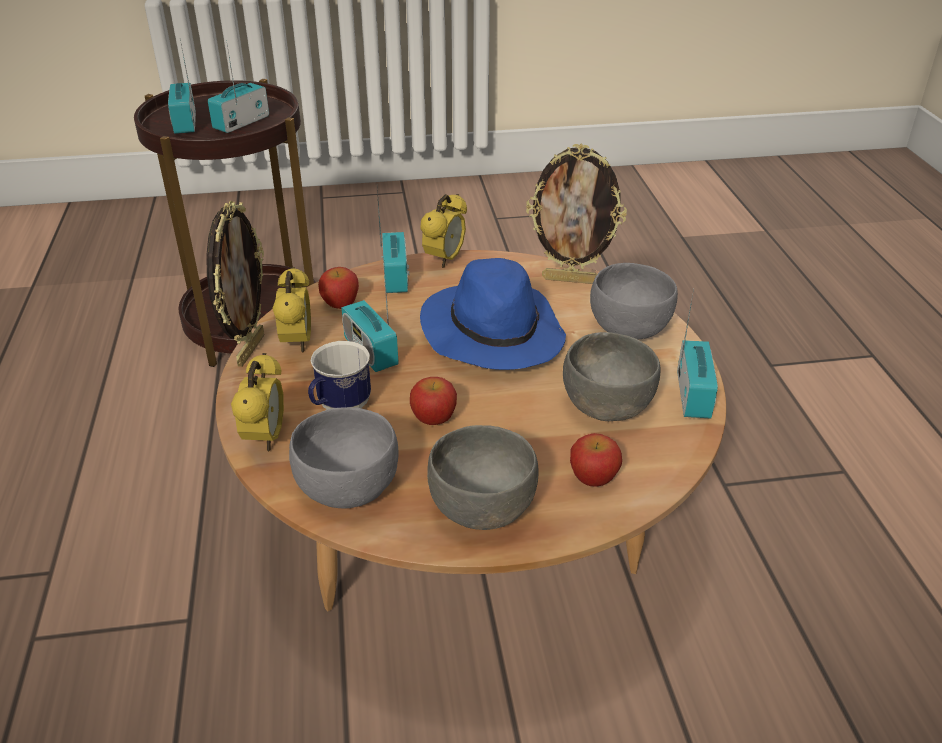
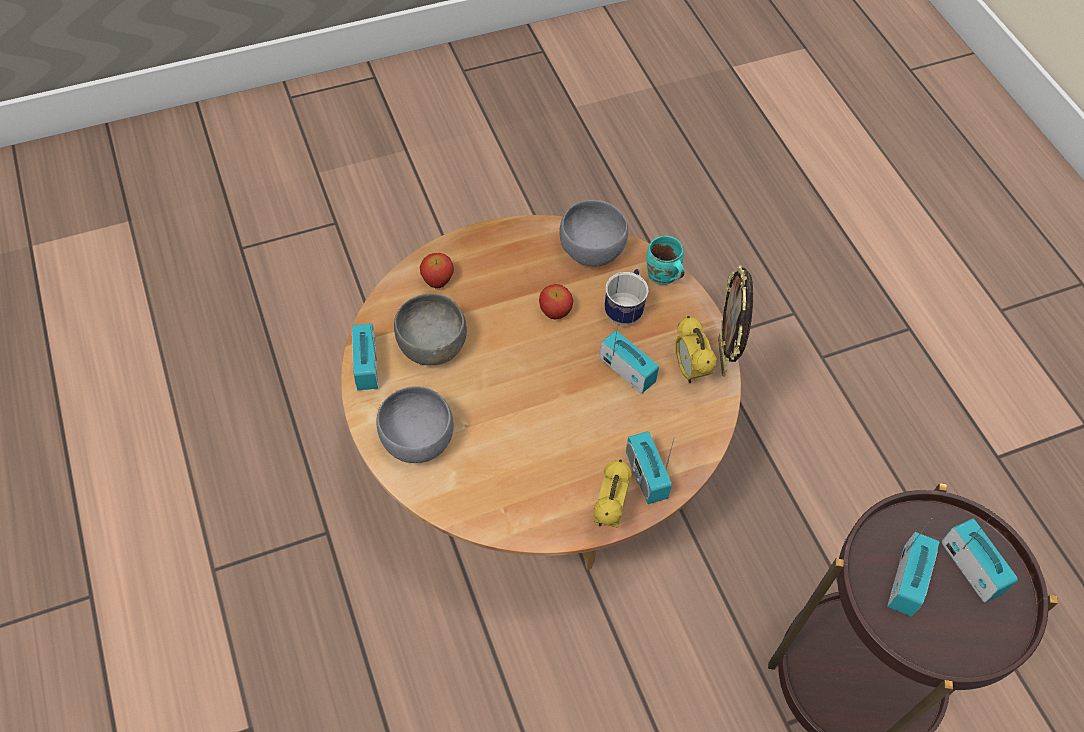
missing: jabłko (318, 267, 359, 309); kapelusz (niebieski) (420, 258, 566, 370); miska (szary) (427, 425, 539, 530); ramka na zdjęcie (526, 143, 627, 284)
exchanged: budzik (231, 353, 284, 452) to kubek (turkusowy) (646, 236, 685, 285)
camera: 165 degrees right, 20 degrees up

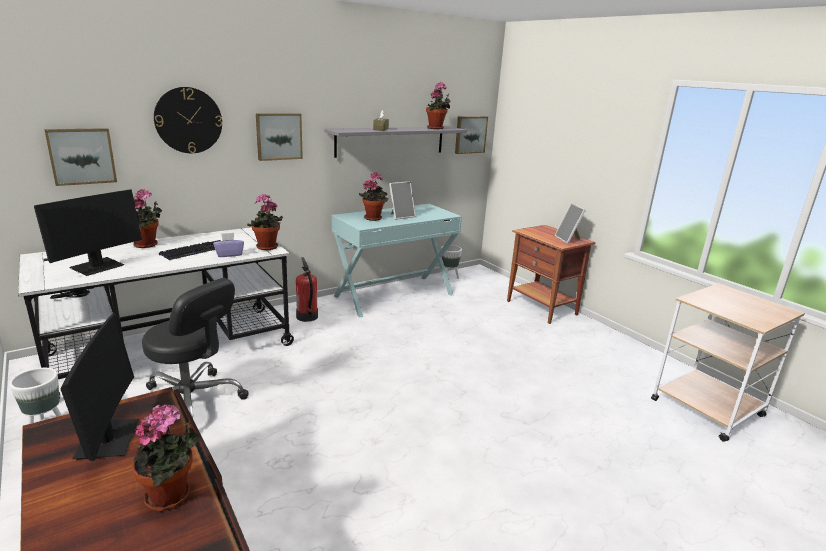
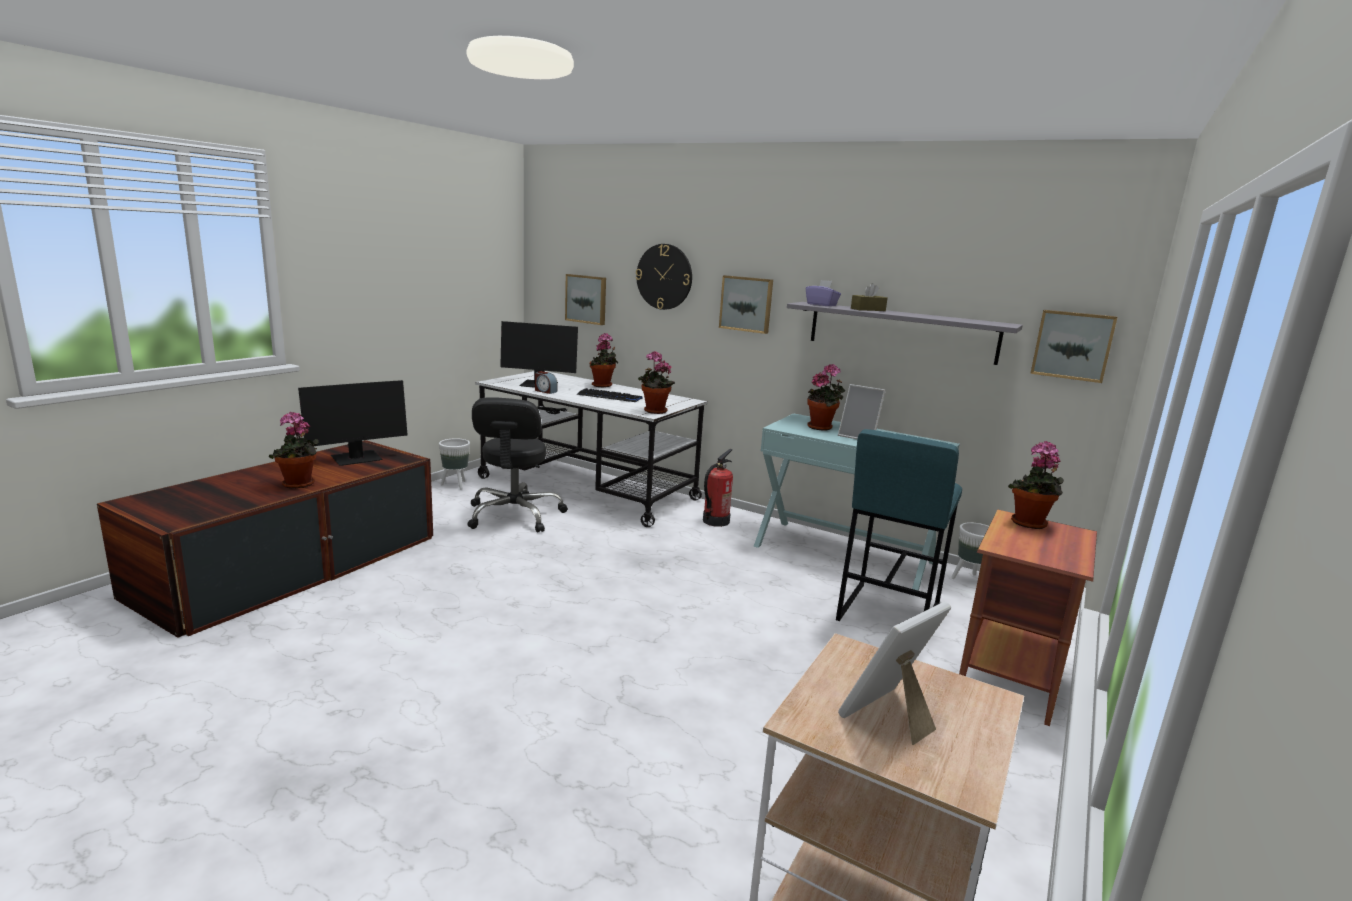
appeared: budzik (535, 371, 557, 394); stołek (turkusowy) (836, 429, 962, 621)
relocated: pudełko chusteczek (fioletowy) (213, 233, 244, 257) to (806, 280, 841, 306); roślina doniczkowa (426, 82, 451, 129) to (1008, 441, 1064, 529); ramka na zdjęcie (554, 203, 586, 244) to (838, 602, 951, 745)
camera: 65 degrees right, 5 degrees down

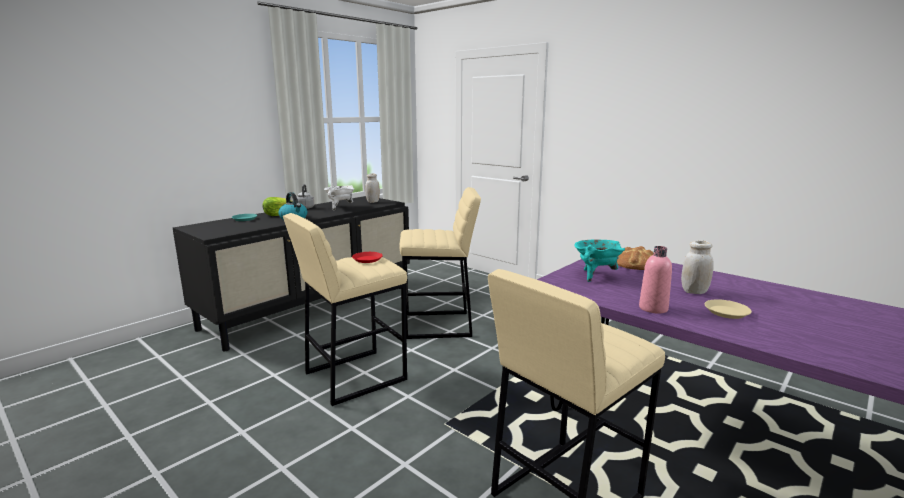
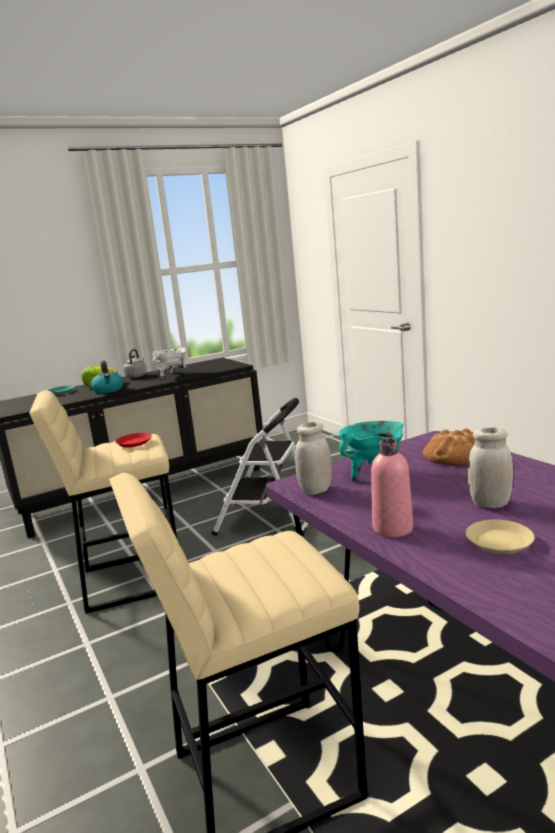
relocated: słoik (biały) (365, 174, 380, 203) to (295, 422, 332, 495)
exchanged: stołek (beżowy) (400, 187, 481, 339) to drabinka (212, 398, 308, 536)
camera: 20 degrees right, 0 degrees up

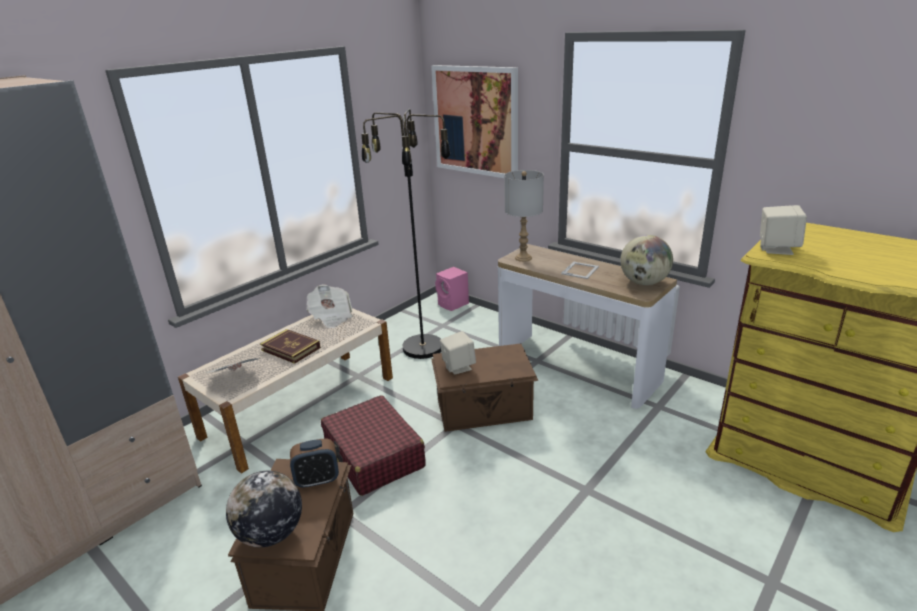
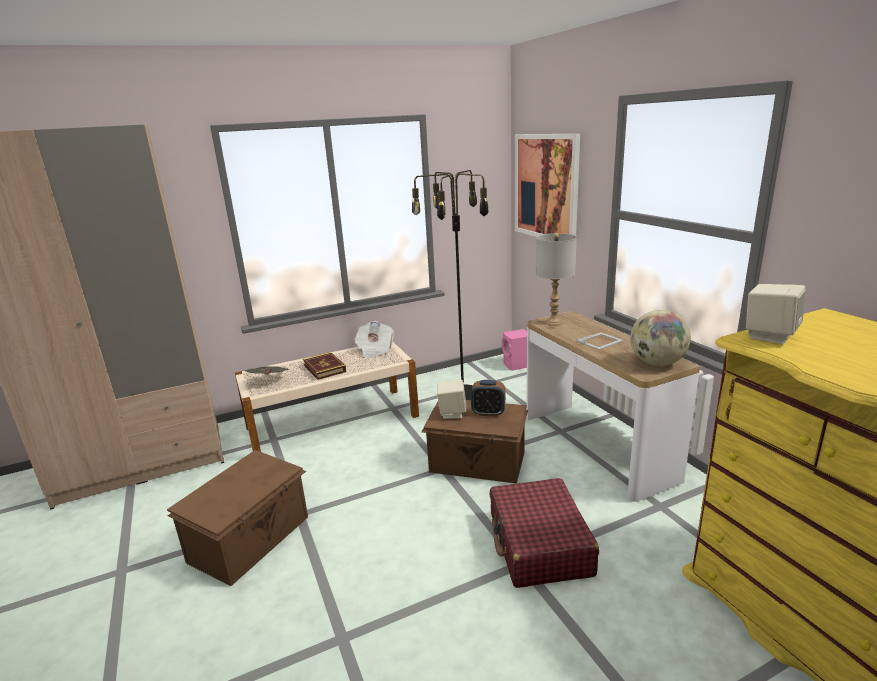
missing: globus (226, 471, 302, 547)
relocated: budzik (290, 438, 339, 489) to (471, 380, 506, 416); walizka (czerwony) (321, 395, 426, 496) to (490, 478, 599, 588)
camera: 25 degrees right, 5 degrees down

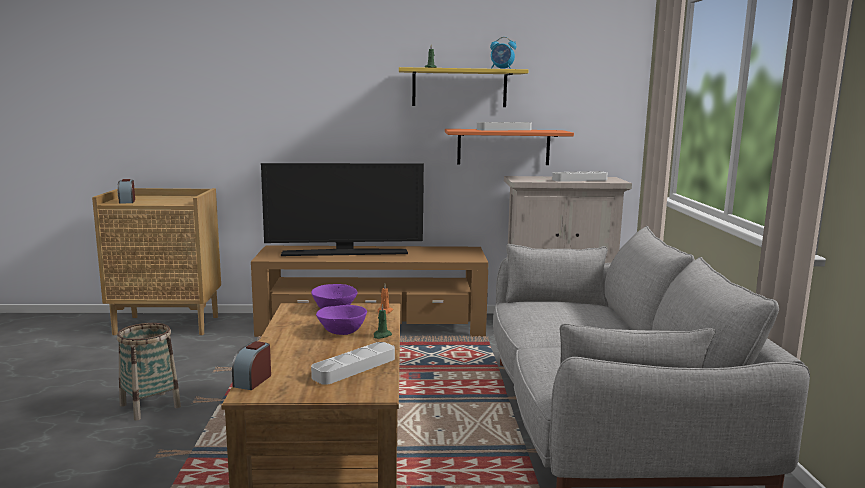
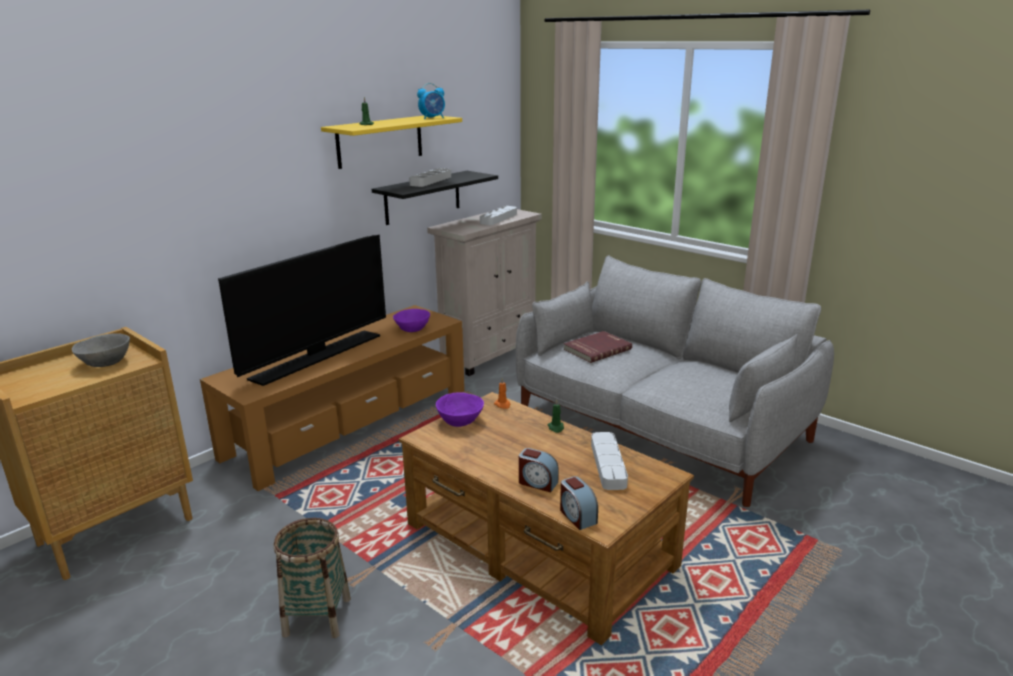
appeared: miska (szary) (72, 333, 130, 367); książka (czerwony) (563, 331, 632, 363)
relocated: budzik (117, 179, 135, 204) to (519, 448, 559, 493); miska (fioletowy) (316, 305, 367, 335) to (393, 309, 430, 332)
colour: półka (pomarańczowy) (445, 129, 574, 165) to półka (czarny) (372, 171, 498, 225)
camera: 45 degrees left, 10 degrees up

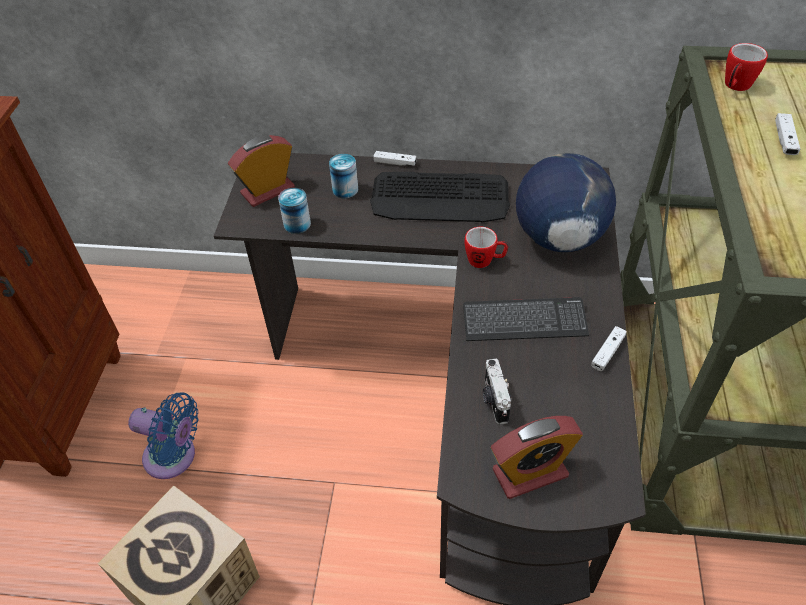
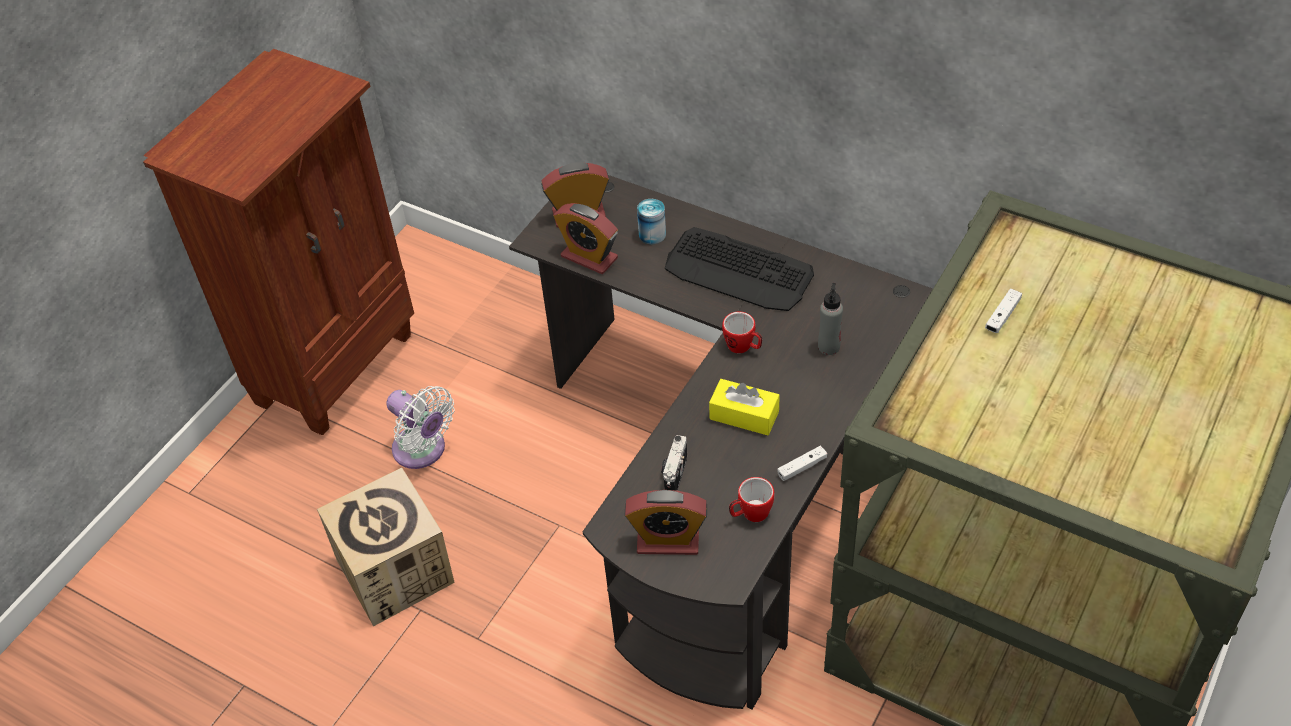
missing: pad do gier (biały) (373, 151, 417, 166)
relocated: kubek (725, 43, 768, 91) to (729, 477, 775, 522)
exchanged: puszka (278, 188, 311, 234) to budzik (553, 203, 618, 274); klawiatura (463, 297, 589, 341) to pudełko chusteczek (żółty) (709, 379, 780, 435); globus (516, 153, 616, 252) to butelka (szary) (818, 283, 843, 355)
colour: wentylator (niebieski) (128, 392, 198, 479) to wentylator (biały) (386, 386, 455, 469)
camera: 25 degrees right, 0 degrees up

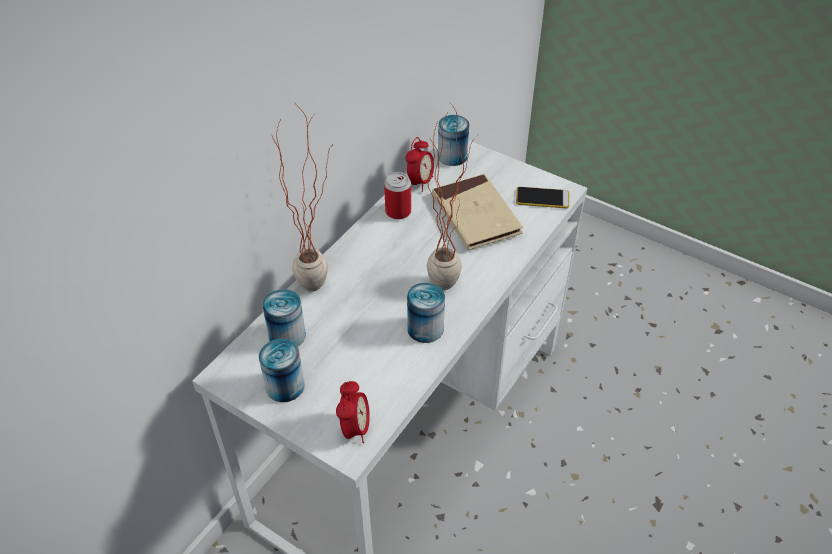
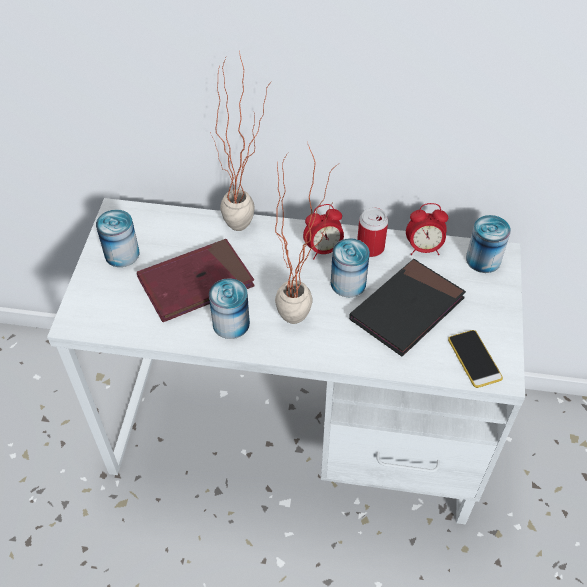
appeared: książka (czerwony) (137, 239, 255, 322)
relocated: puszka (262, 289, 306, 347) to (331, 238, 370, 297); budzik (336, 381, 370, 443) to (303, 204, 344, 259)
colour: książka (beżowy) (432, 174, 523, 250) to książka (czarny) (349, 259, 466, 357)
camera: 65 degrees right, 5 degrees up

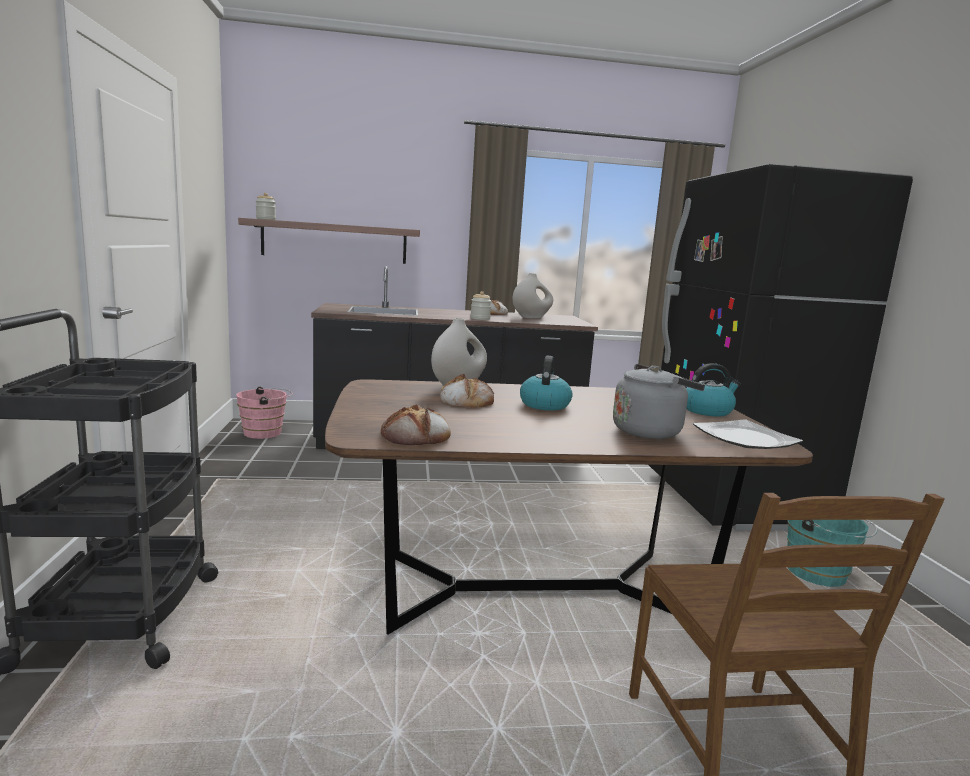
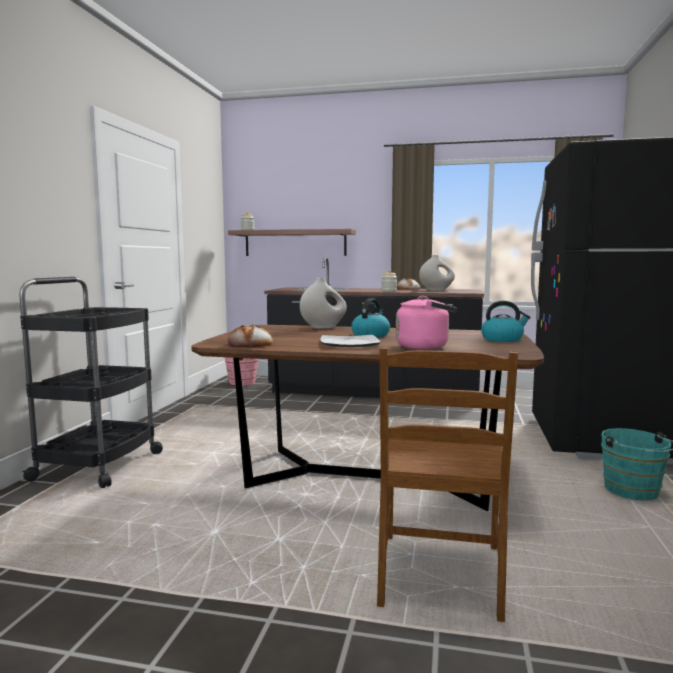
missing: chleb (440, 374, 494, 408)
relocated: talerz (693, 419, 803, 449) to (321, 335, 380, 347)
colour: czajnik (szary) (613, 364, 705, 439) to czajnik (różowy) (396, 296, 457, 349)
camera: 20 degrees right, 5 degrees down

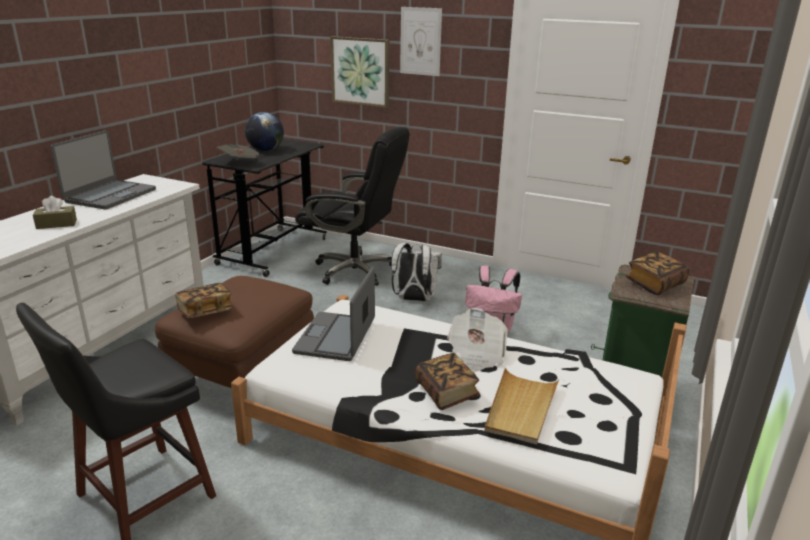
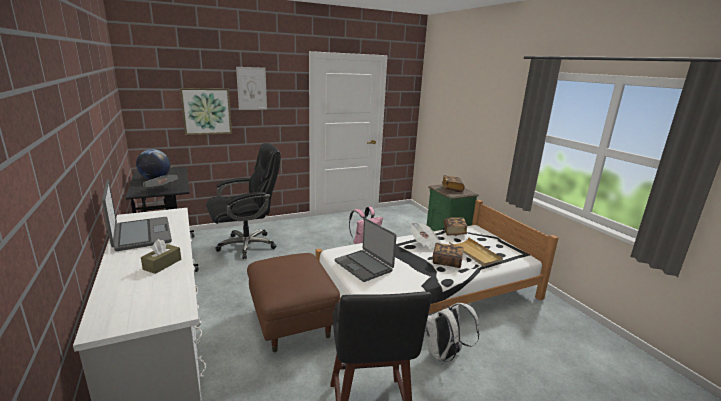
relocated: książka (175, 283, 233, 318) to (443, 217, 467, 235); plecak (biały) (391, 243, 442, 301) to (425, 303, 479, 362)
camera: 50 degrees left, 5 degrees down

